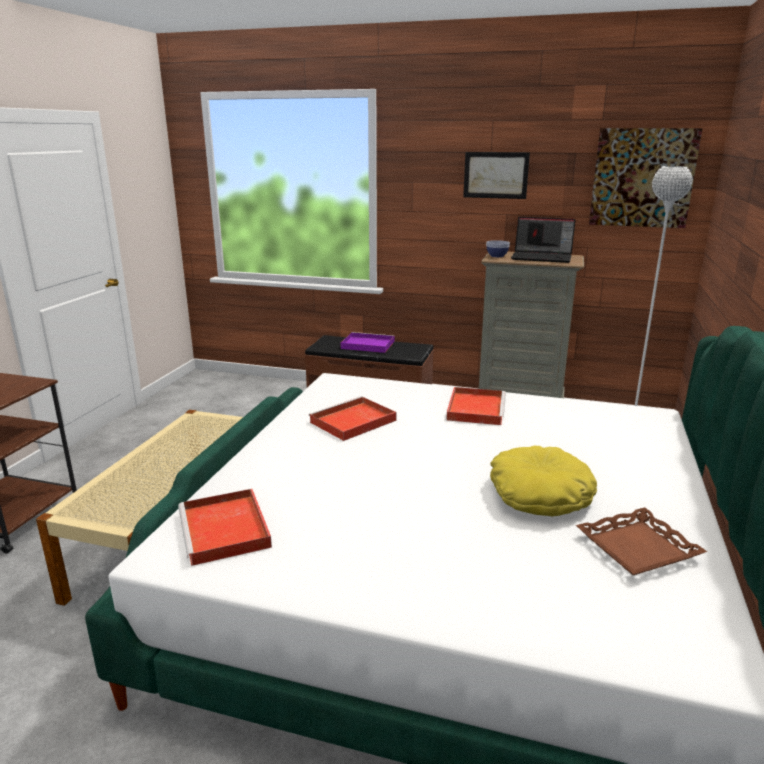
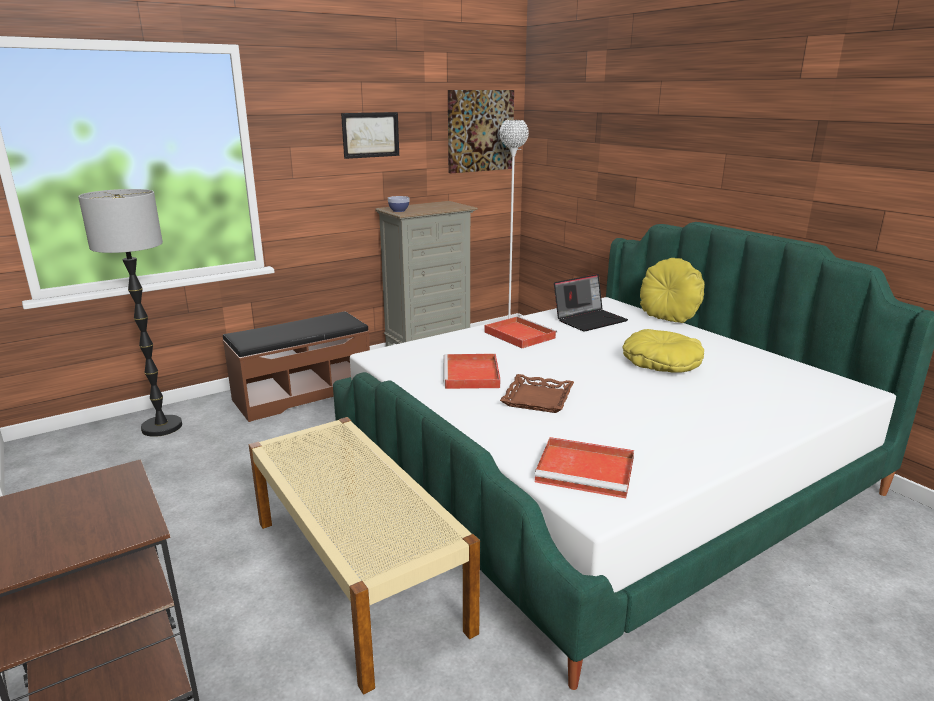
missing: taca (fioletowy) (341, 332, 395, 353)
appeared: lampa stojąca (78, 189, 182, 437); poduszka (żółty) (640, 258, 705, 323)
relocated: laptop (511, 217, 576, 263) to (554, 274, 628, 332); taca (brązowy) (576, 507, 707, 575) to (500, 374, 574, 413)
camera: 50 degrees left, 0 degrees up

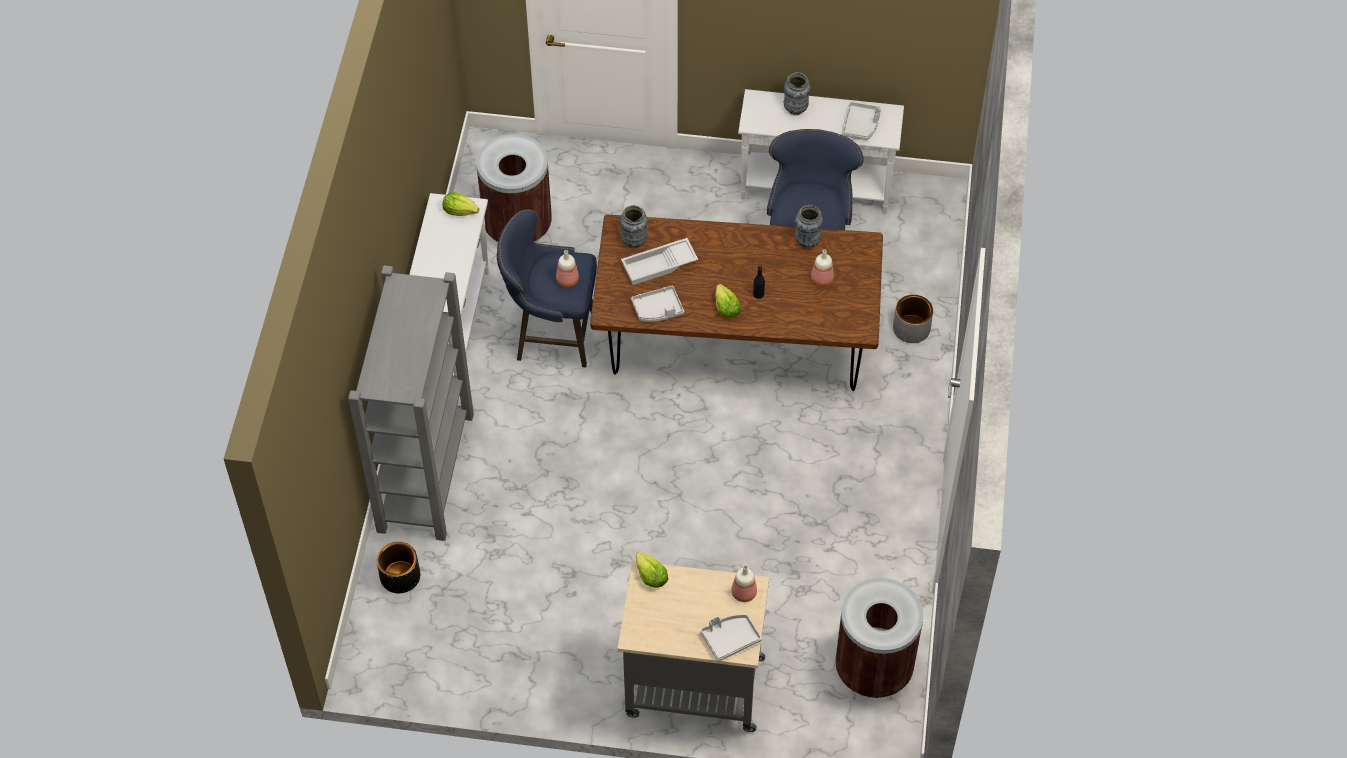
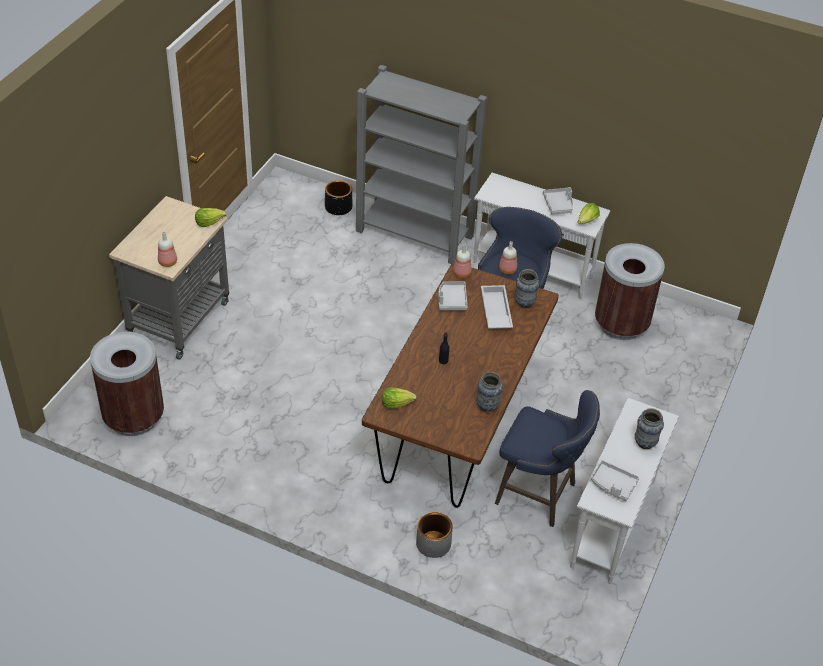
relocated: taca (szary) (700, 614, 762, 662) to (543, 187, 573, 214); sałata (715, 284, 741, 318) to (382, 387, 417, 409); butelka (811, 249, 834, 287) to (453, 244, 472, 278)
camera: 105 degrees right, 10 degrees down

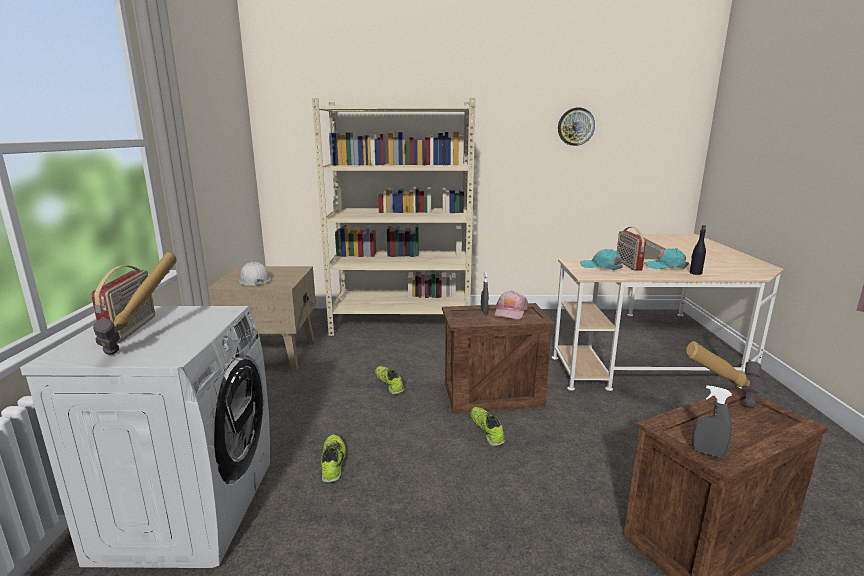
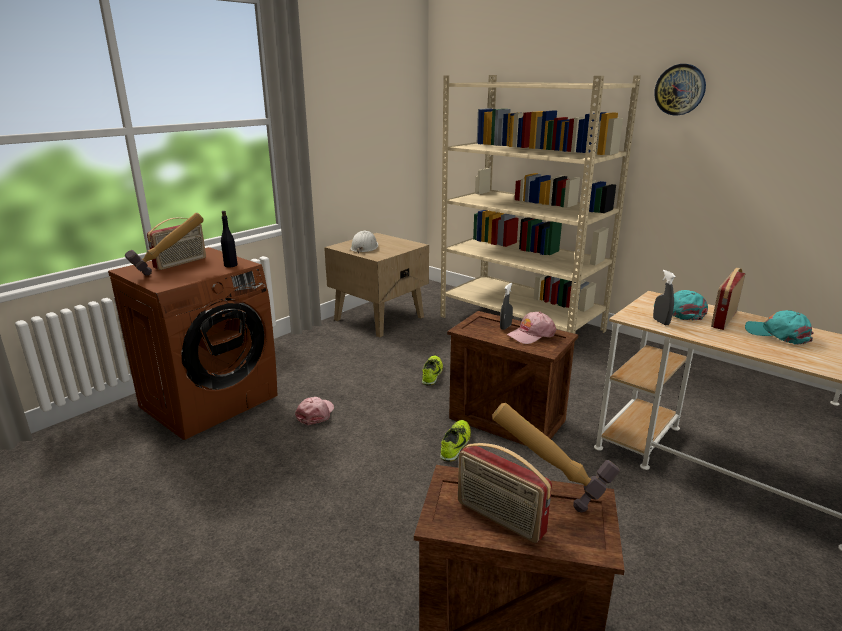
appeared: radio (458, 443, 552, 543)
relocated: zegar ścienny (558, 108, 595, 146) to (654, 64, 706, 116); butelka (czarny) (690, 225, 706, 275) to (221, 211, 238, 267); spryskiwacz (szary) (692, 385, 732, 457) to (653, 270, 675, 325)
exchanged: but (321, 435, 346, 483) to czapka z daszkiem (różowy) (295, 397, 334, 425)
colour: pralka (biały) (20, 306, 270, 568) to pralka (brązowy) (108, 247, 277, 440)
camera: 40 degrees right, 5 degrees up

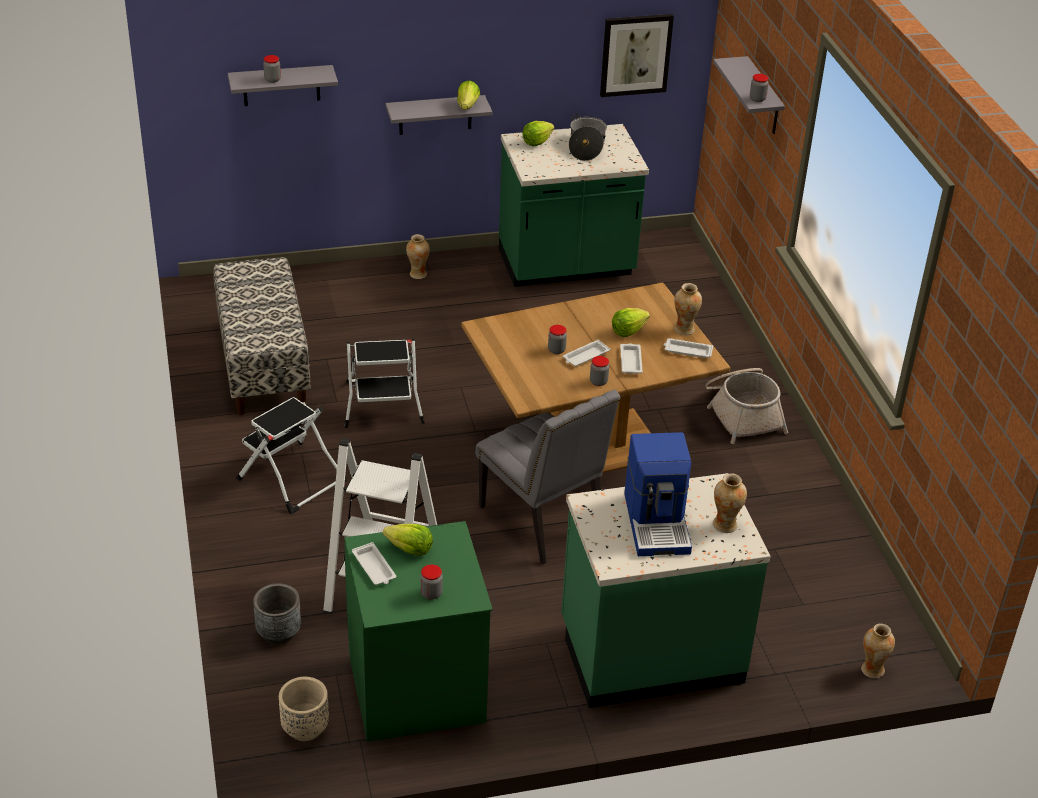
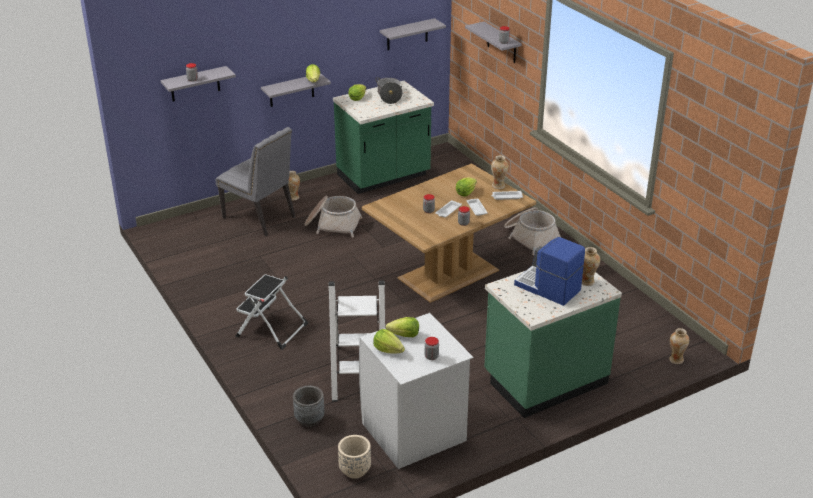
missing: ławka (214, 257, 311, 415); drabinka (345, 339, 425, 428)
appeared: koszyk (304, 196, 362, 238)
relocated: krzesło (szary) (475, 389, 621, 564) to (216, 127, 296, 236)
exchanged: taca (biały) (352, 542, 396, 585) to sałata (373, 329, 405, 353); obraz (600, 14, 674, 97) to półka (szary) (380, 18, 446, 50)
colour: pralka (zielony) (344, 521, 493, 742) to pralka (biały) (359, 313, 474, 469)
spun: ekspres do kawy (624, 432, 692, 556) = (514, 237, 585, 306) 150 degrees clockwise
camera: 15 degrees left, 5 degrees down

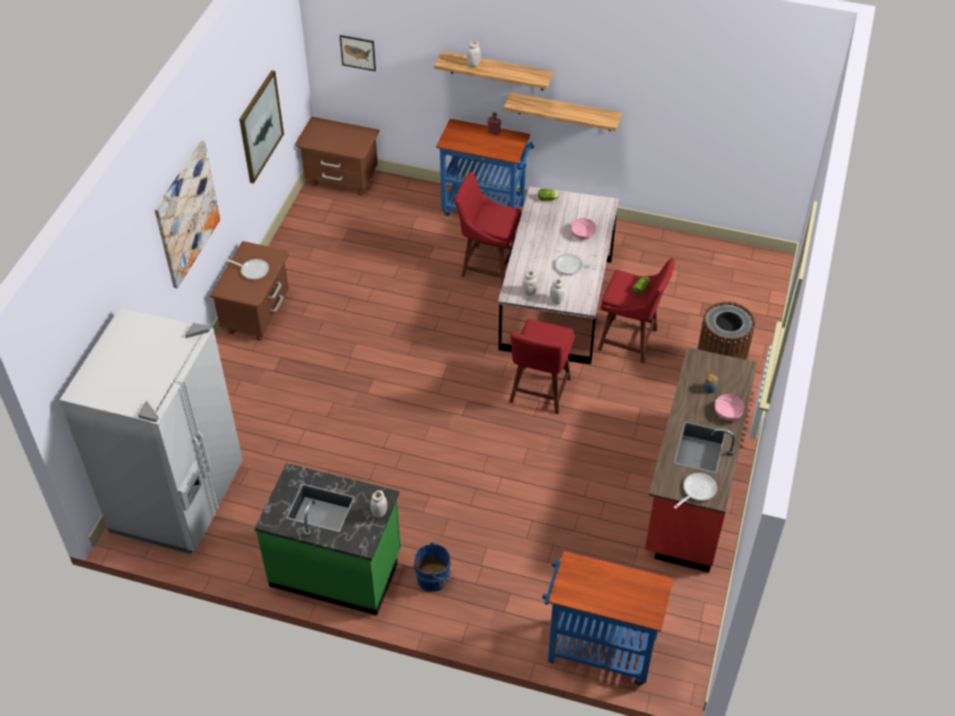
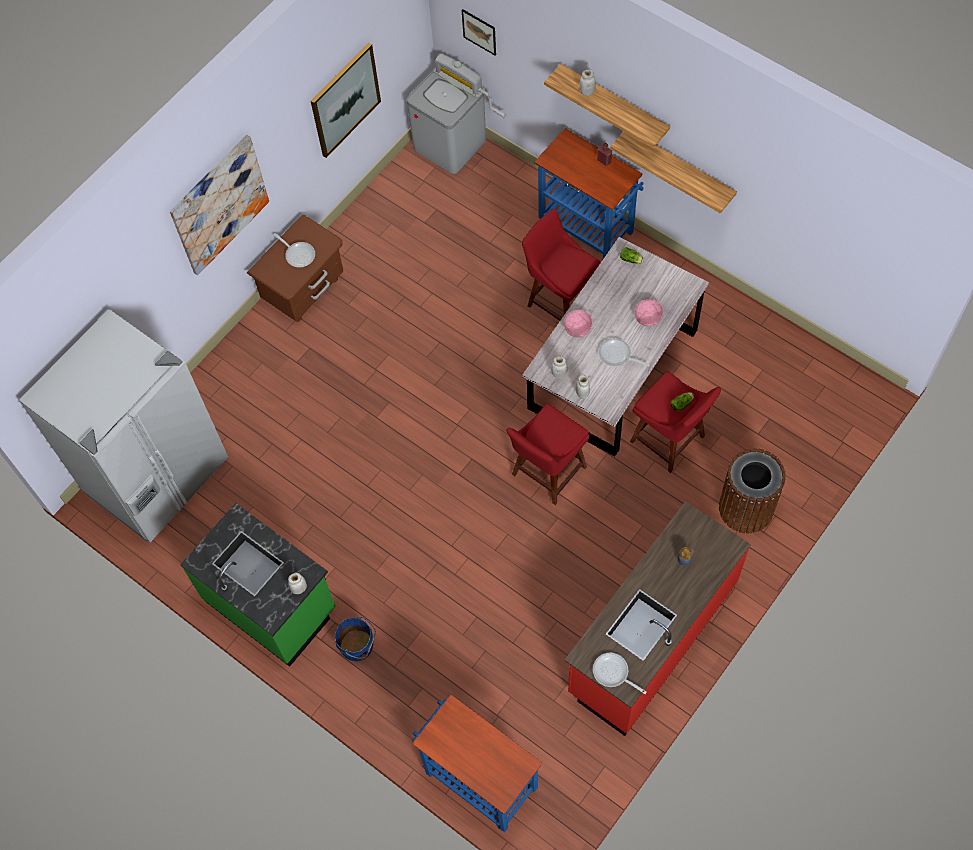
relocated: miska (różowy) (714, 394, 744, 421) to (564, 310, 592, 338)
exchanged: szafka nocna (brązowy) (296, 117, 380, 195) to pralka (szary) (407, 54, 506, 174)
spun: patelnia (674, 473, 717, 509) = (593, 653, 647, 694) 120 degrees counterclockwise
camera: 25 degrees right, 15 degrees up

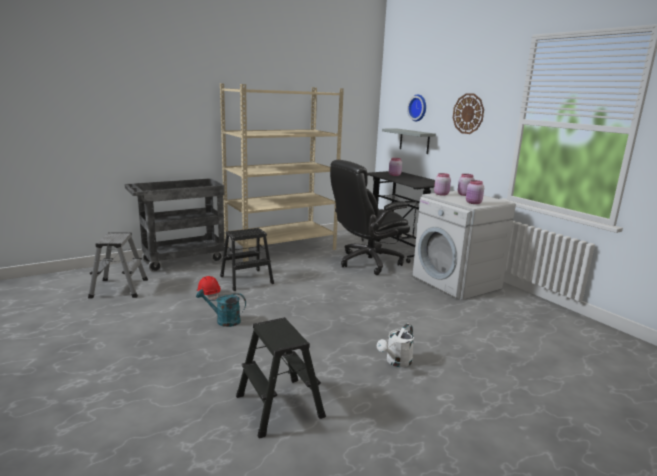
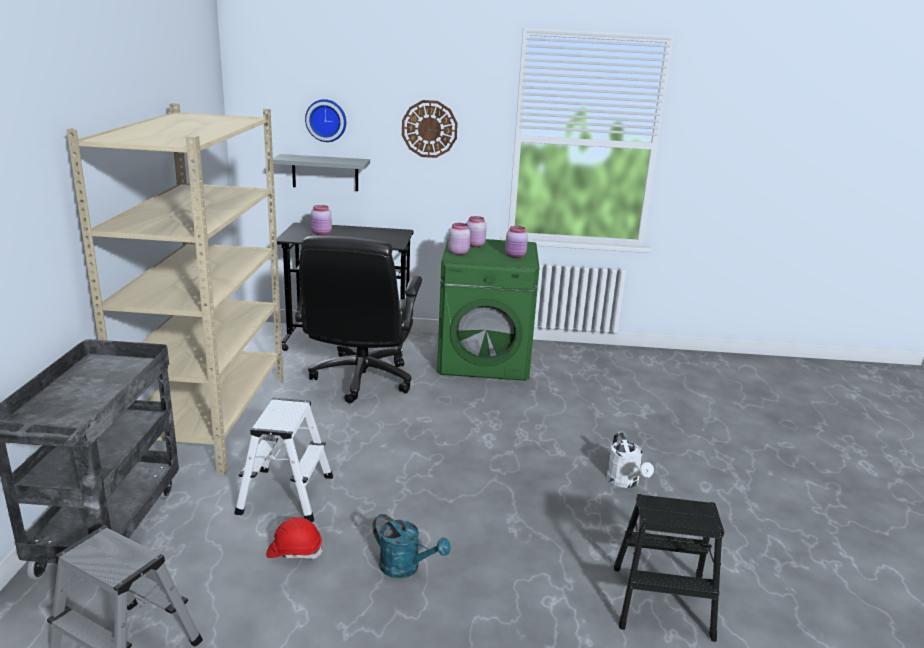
colour: drabinka (czarny) (220, 228, 274, 291) to drabinka (biały) (234, 398, 333, 522); pralka (biały) (412, 191, 516, 300) to pralka (zielony) (437, 238, 539, 381)
spun: konewka (turkusowy) (196, 289, 246, 327) = (372, 514, 451, 578) 105 degrees counterclockwise
camera: 55 degrees left, 5 degrees up

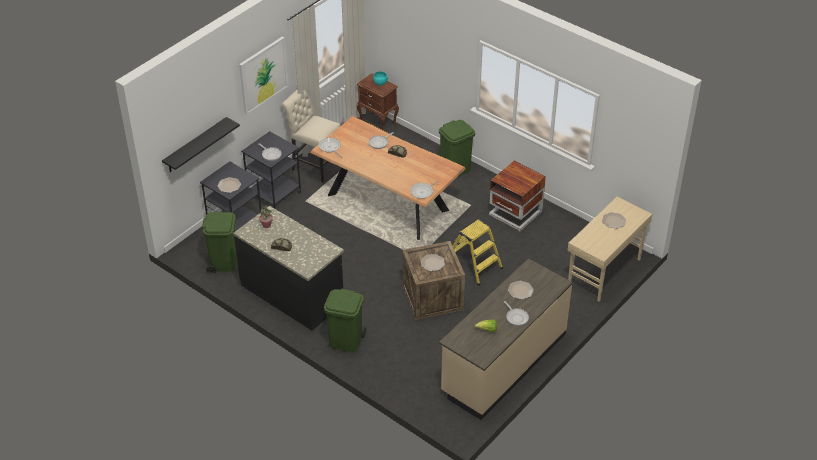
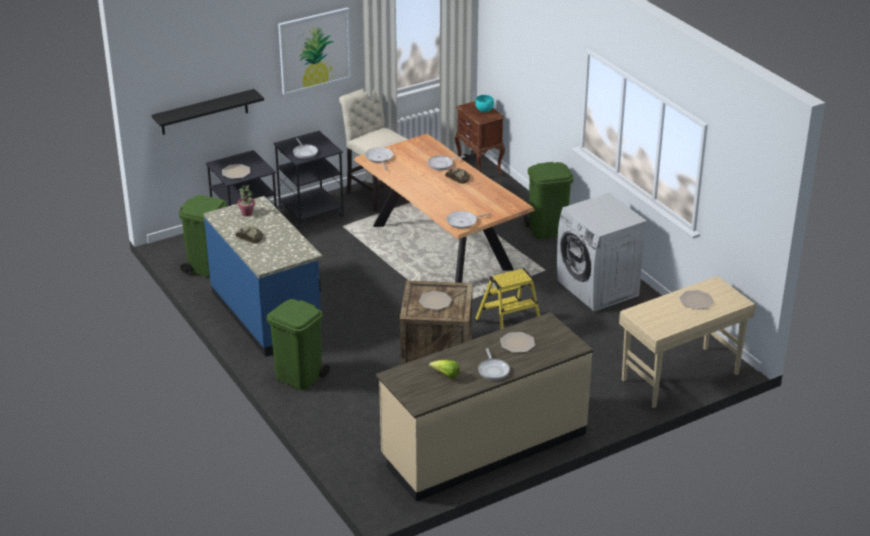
exchanged: szafka nocna (489, 161, 546, 231) to pralka (biały) (557, 193, 647, 311)
colour: zabudowa kuchenna (czarny) (233, 206, 344, 331) to zabudowa kuchenna (niebieski) (204, 196, 323, 357)
camera: 20 degrees right, 10 degrees down

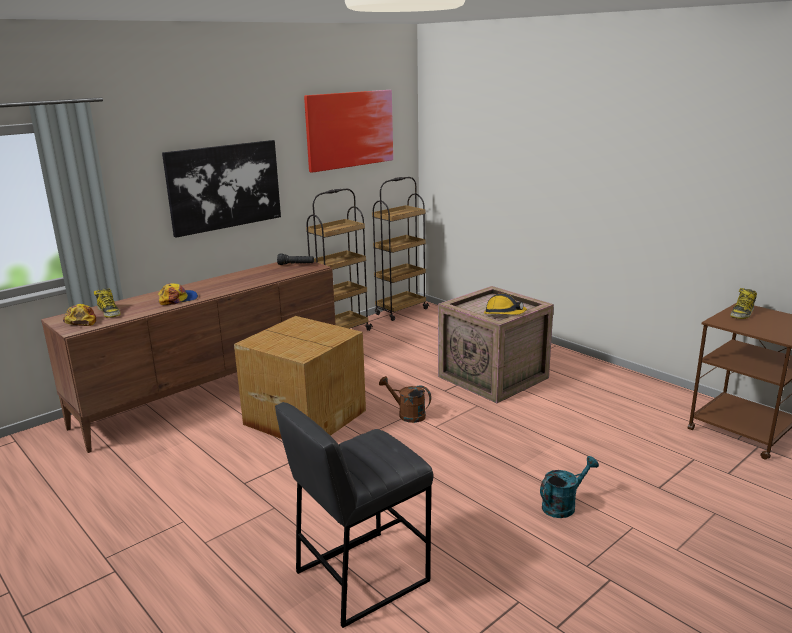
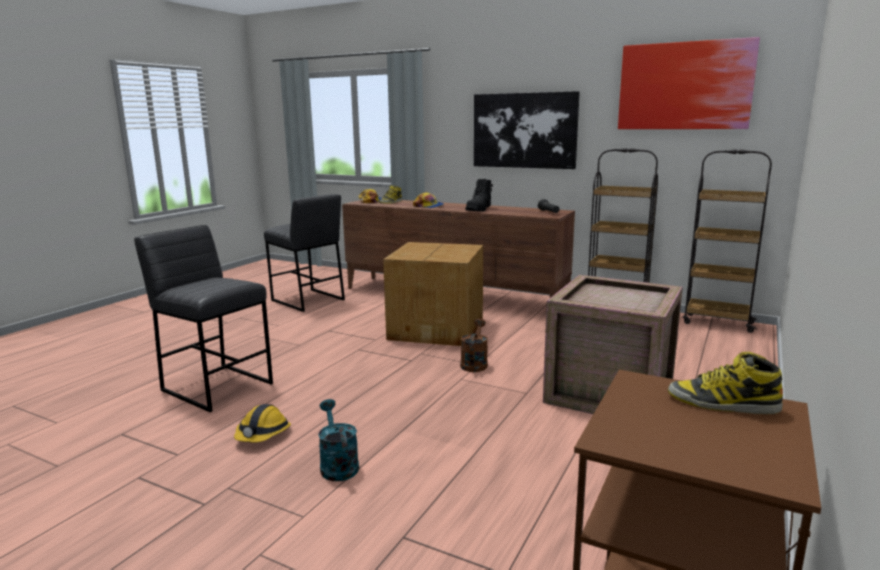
appeared: stołek (szary) (264, 194, 345, 312); but z cholewką (czarny) (466, 179, 493, 212)
relocated: kask (484, 293, 527, 315) to (234, 404, 291, 443)
spun: konewka (turkusowy) (540, 456, 599, 518) = (318, 399, 359, 481) 150 degrees counterclockwise
camera: 70 degrees right, 5 degrees down

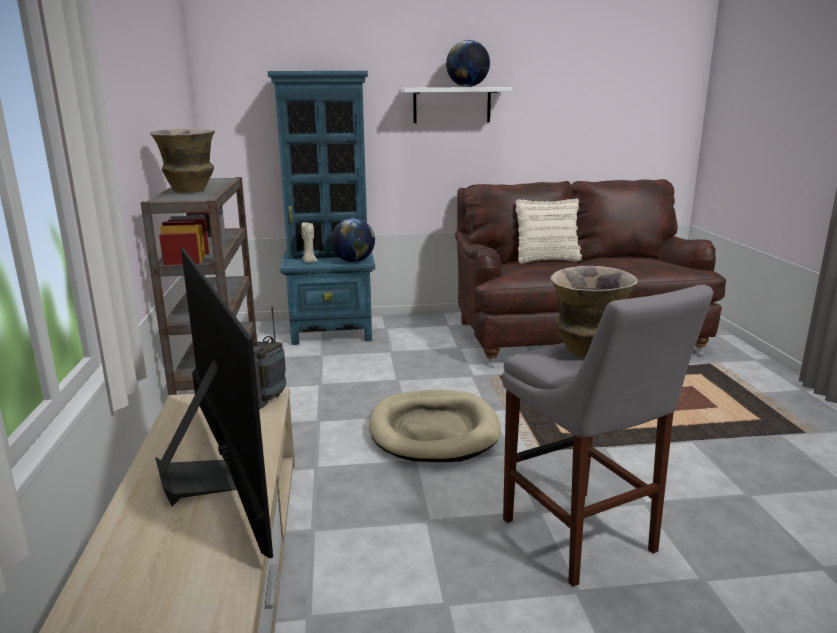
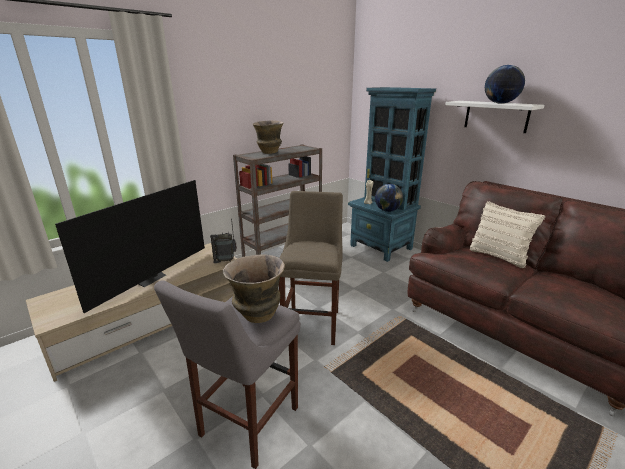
exchanged: legowisko (beżowy) (369, 390, 501, 462) to stołek (beżowy) (279, 191, 343, 345)
camera: 55 degrees right, 5 degrees up

